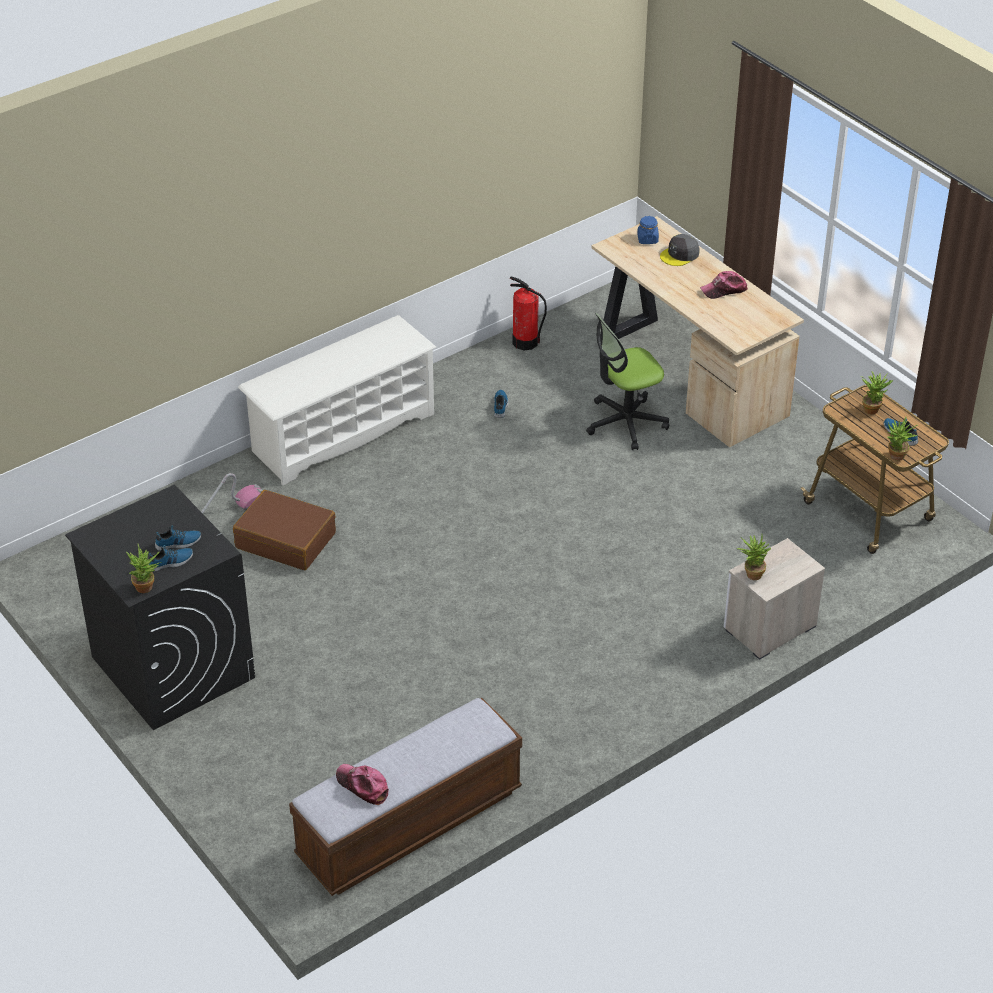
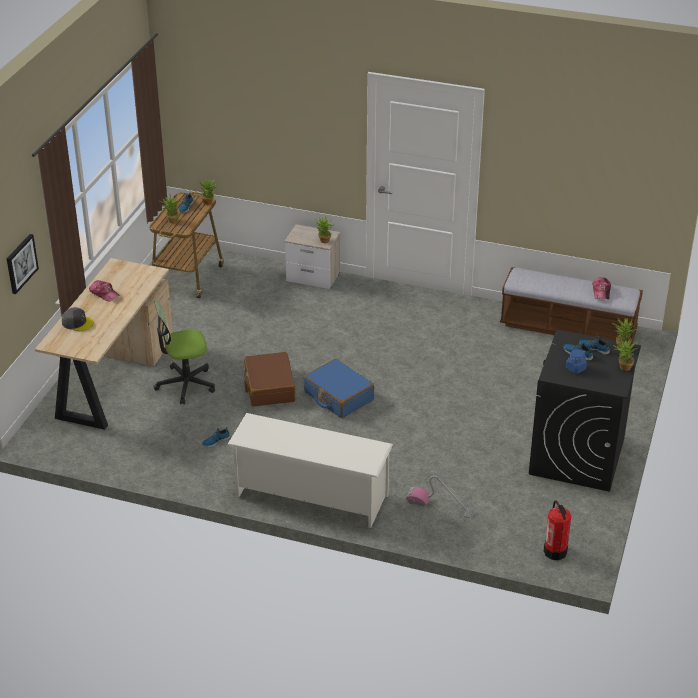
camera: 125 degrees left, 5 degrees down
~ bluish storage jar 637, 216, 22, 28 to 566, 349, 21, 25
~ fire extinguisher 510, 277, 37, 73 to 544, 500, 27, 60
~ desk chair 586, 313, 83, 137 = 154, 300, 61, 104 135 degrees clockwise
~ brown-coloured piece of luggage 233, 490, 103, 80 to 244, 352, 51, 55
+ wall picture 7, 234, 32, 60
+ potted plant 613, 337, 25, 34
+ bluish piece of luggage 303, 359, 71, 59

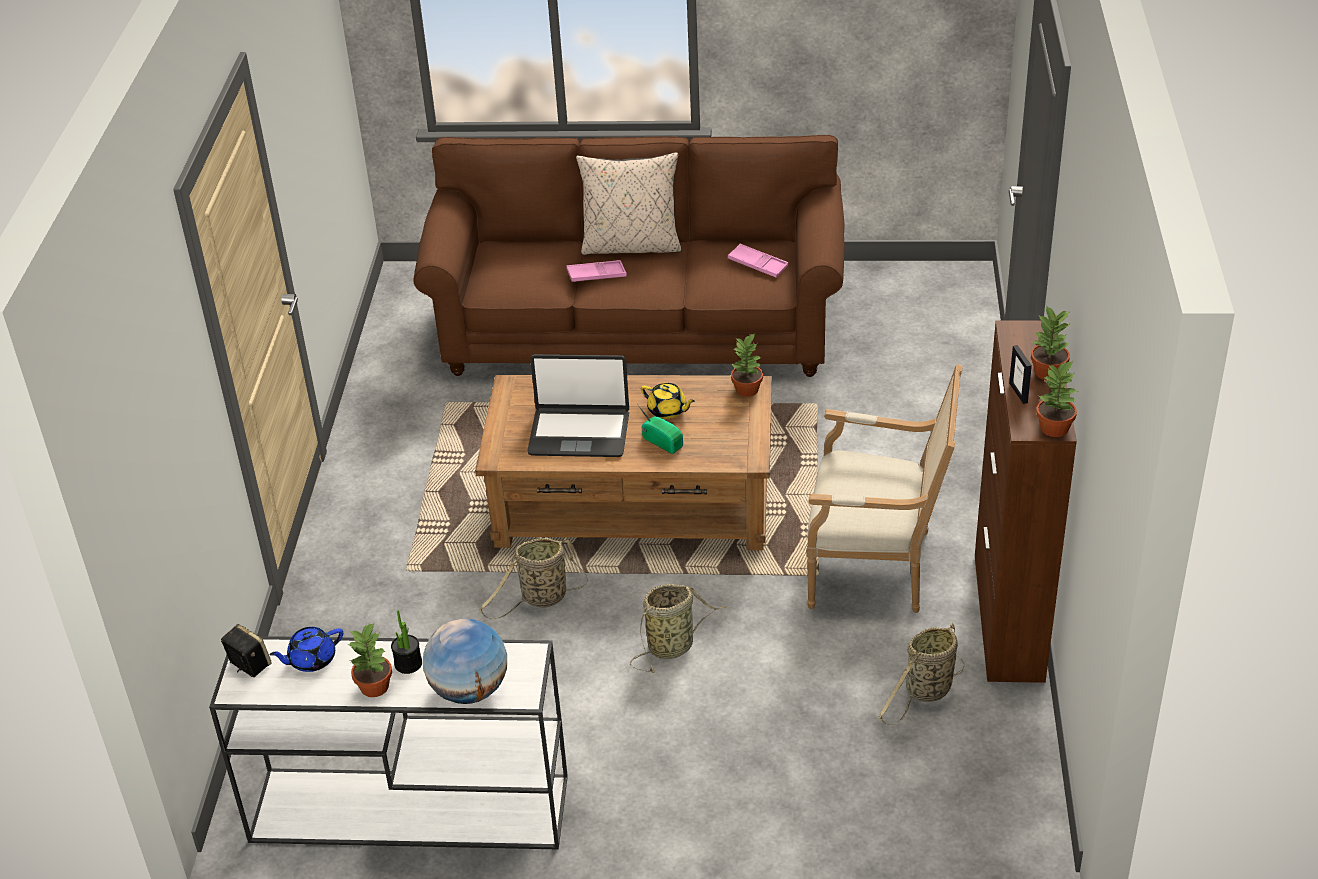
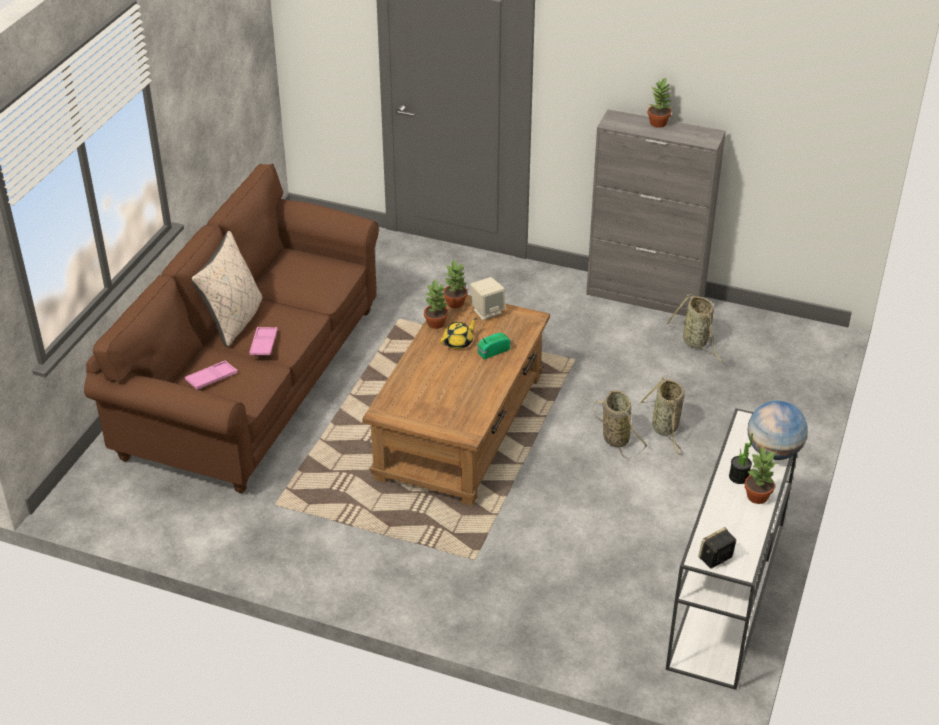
camera: 75 degrees left, 0 degrees up
~ pink serving tray 728, 244, 60, 34 to 185, 360, 53, 30
~ brown-coloured storage cabinet 975, 321, 102, 362 to grey storage cabinet 586, 109, 140, 207
- photo frame 1009, 345, 23, 59
- portable computer 527, 354, 102, 103
~ potted plant 1036, 361, 42, 76 to 424, 280, 24, 49
- easy chair 807, 364, 156, 249
~ basket 479, 538, 109, 81 to 639, 376, 45, 79
- bluish teapot 269, 627, 74, 45
+ sand-coloured speaker 470, 277, 35, 43

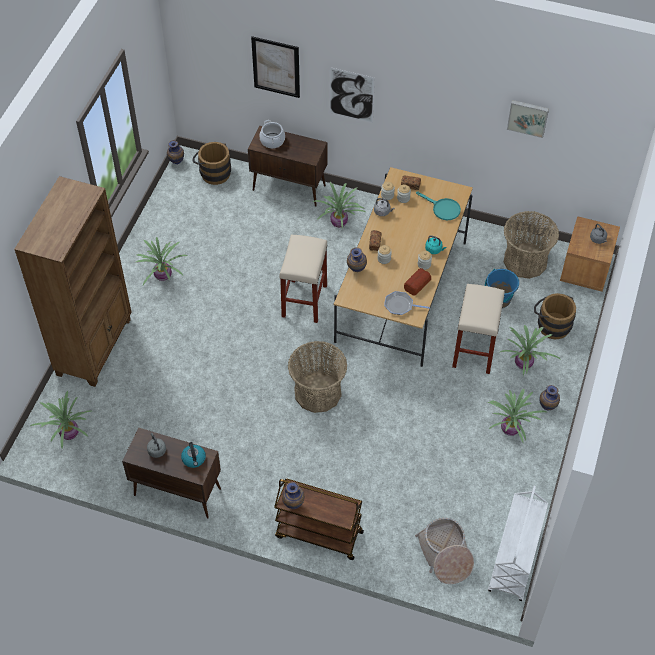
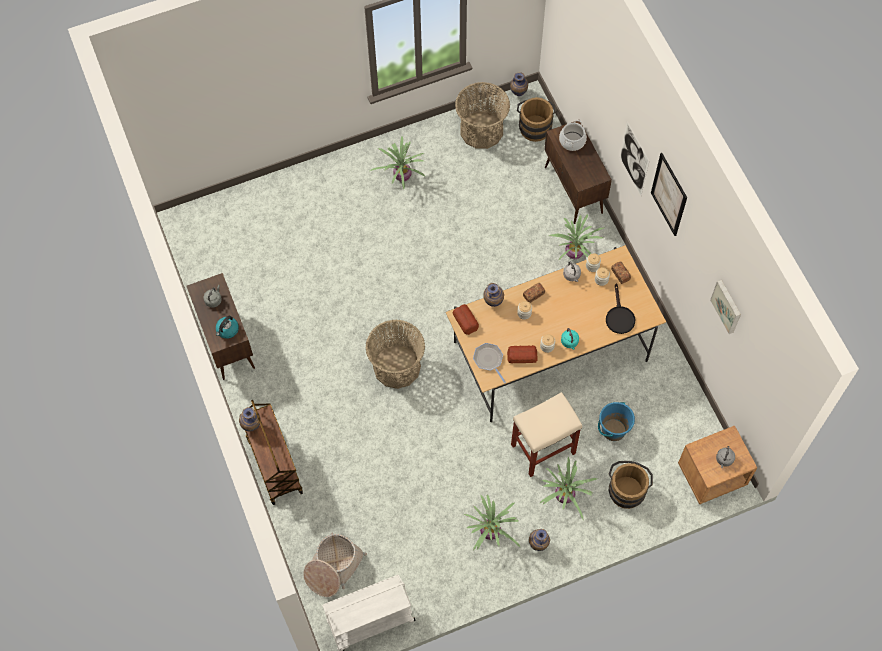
camera: 50 degrees right, 10 degrees up
~ wall picture 251, 36, 49, 62 to 651, 153, 36, 83
- brown-coloured shelving unit 14, 176, 118, 211
~ turquoise-coloured frying pan 416, 192, 45, 28 to black frying pan 606, 284, 29, 50
~ basket 504, 211, 55, 68 to 455, 82, 55, 67
- sand-coloured stool seat 279, 234, 49, 89
- potted plant 30, 391, 61, 57
+ bakery bread 453, 304, 26, 31

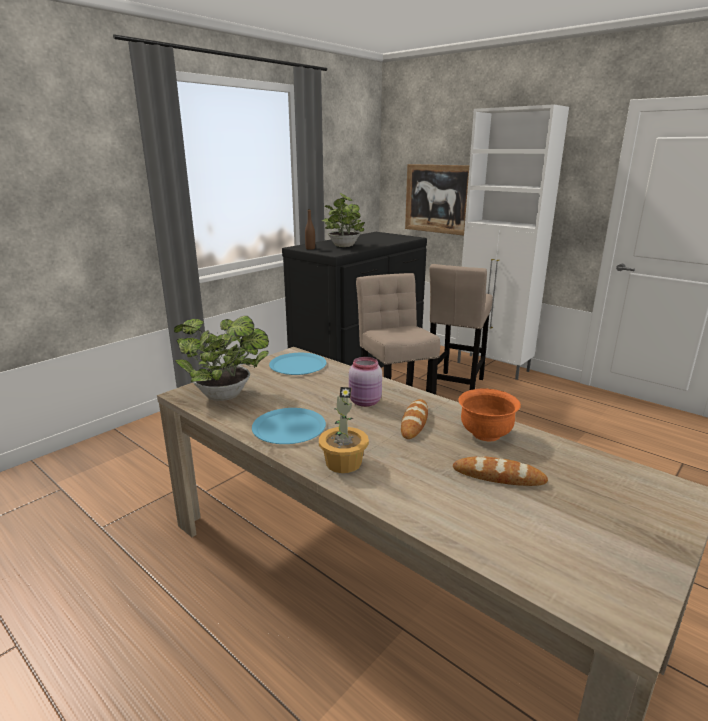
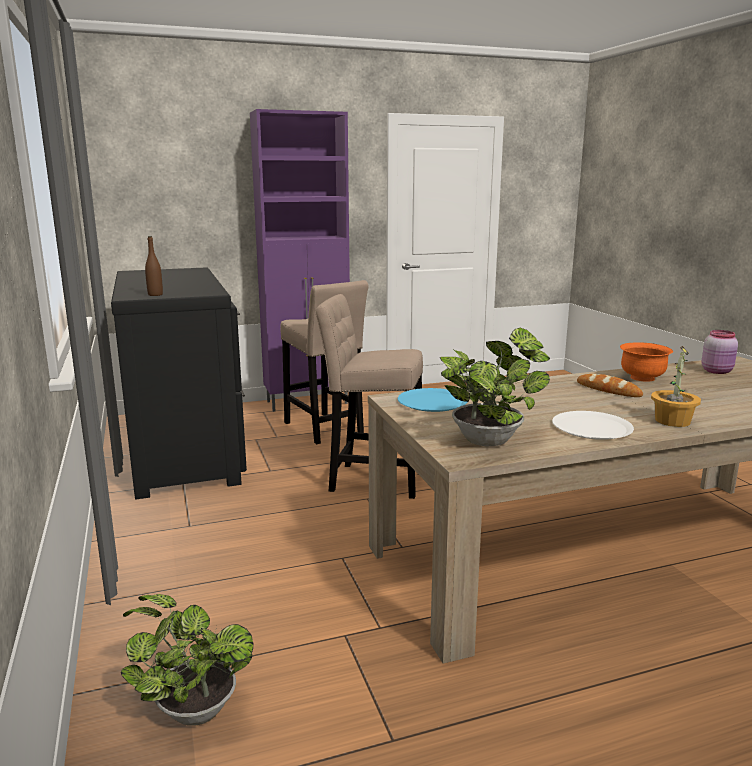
camera: 60 degrees left, 5 degrees down
~ white-coloured storage cabinet 456, 104, 113, 276 to purple-coloured storage cabinet 250, 109, 100, 303
- wall picture 405, 164, 64, 72
~ potted plant 321, 193, 44, 54 to 121, 594, 133, 132
~ pink storage jar 349, 357, 33, 50 to 701, 330, 37, 44
~ bluish dinner plate 252, 408, 74, 36 to white-coloured dinner plate 552, 411, 82, 29
- bakery bread 453, 456, 95, 30

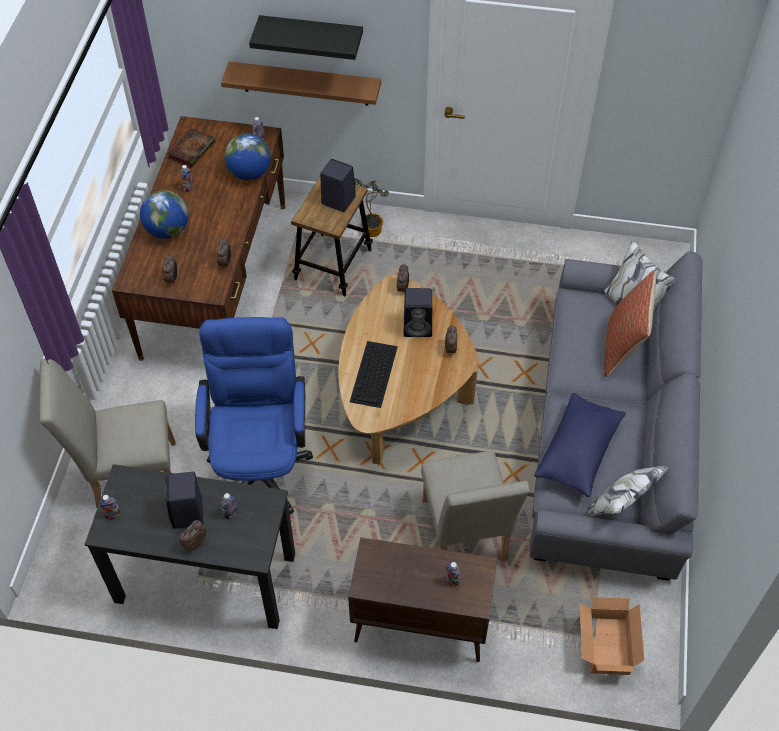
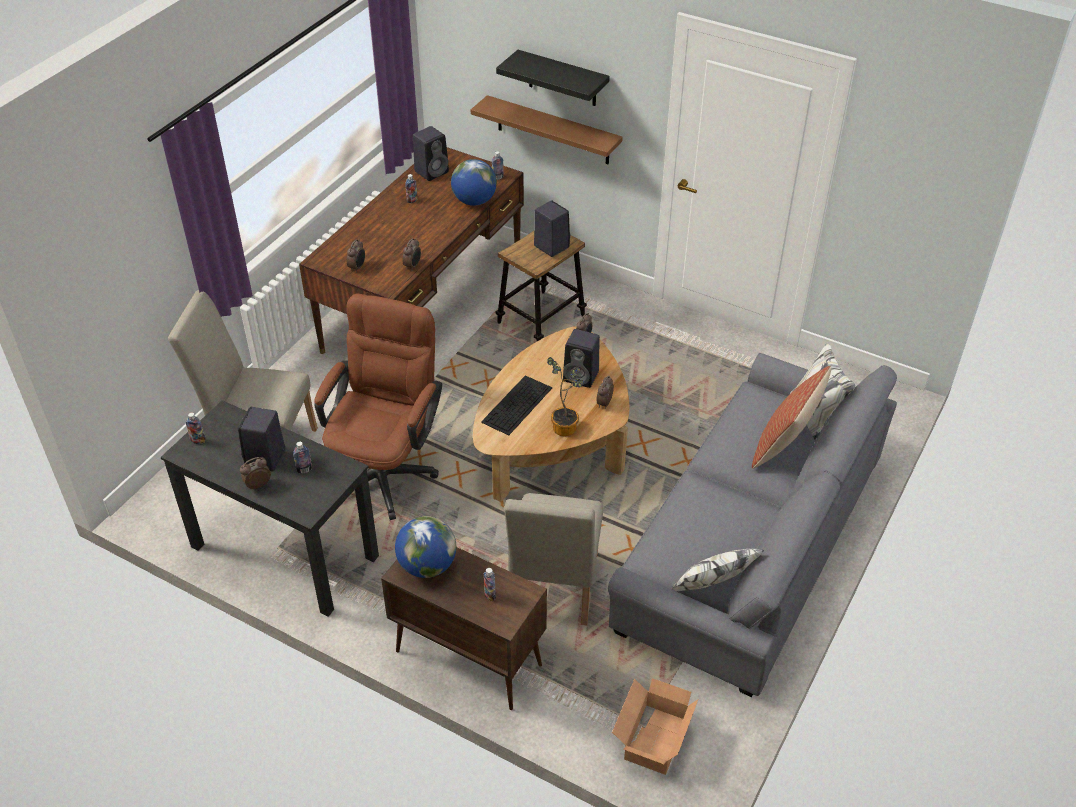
camera: 20 degrees right, 10 degrees down
~ volume 168, 128, 47, 40 to black speaker 413, 126, 36, 55
~ potted plant 354, 178, 35, 59 to 547, 357, 37, 80
~ desk globe 140, 190, 49, 49 to 395, 516, 61, 62
~ bluish desk chair 195, 317, 118, 197 to brown-coloured desk chair 314, 293, 128, 227
- bluish throw pillow 534, 393, 92, 104

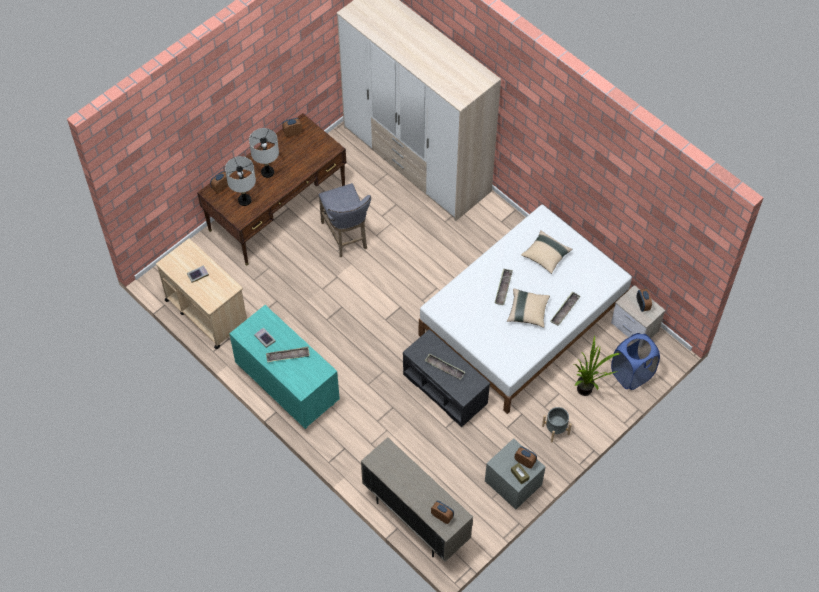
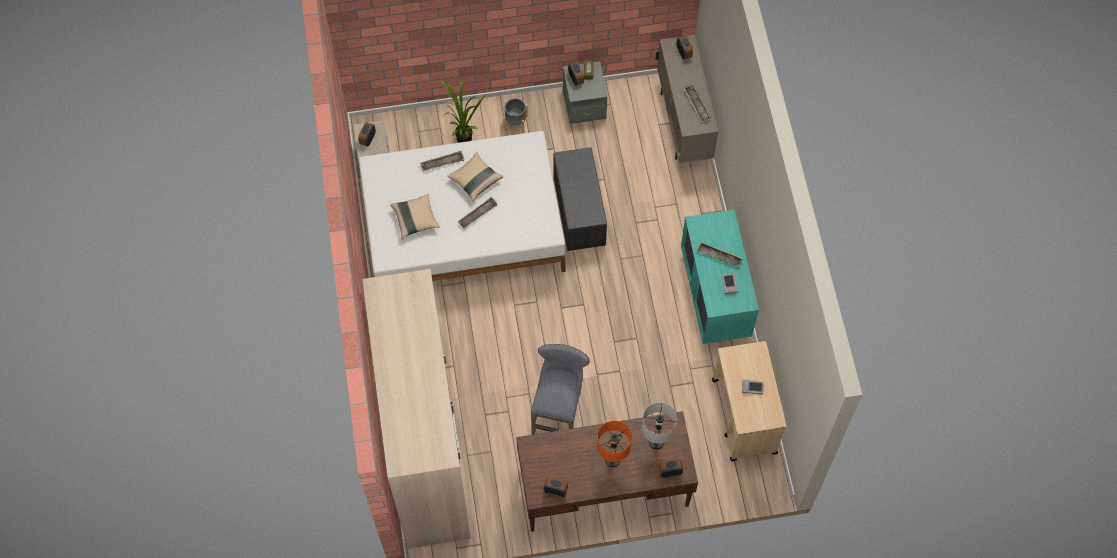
camera: 145 degrees left, 5 degrees up
~ grey tabletop lamp 249, 128, 30, 50 to orange tabletop lamp 597, 421, 35, 46
- bluish hamper 611, 333, 49, 57
~ serving tray 424, 353, 42, 27 to 684, 85, 28, 38

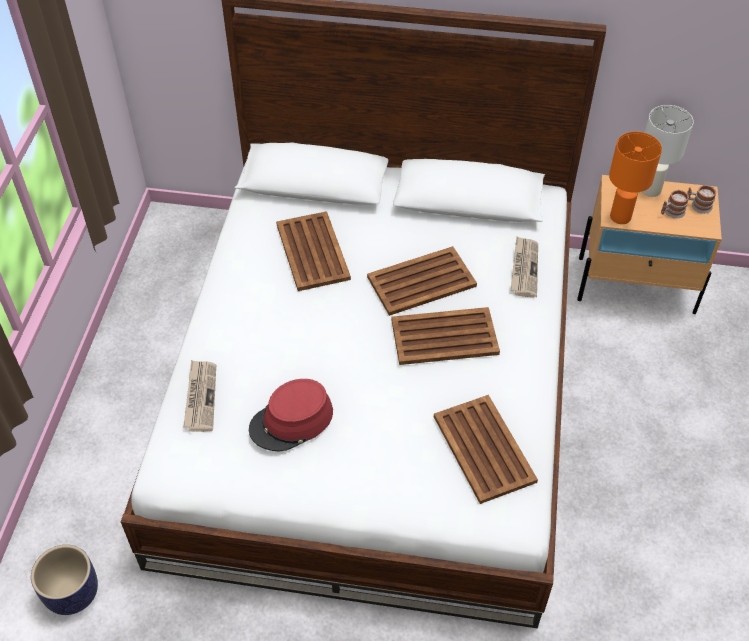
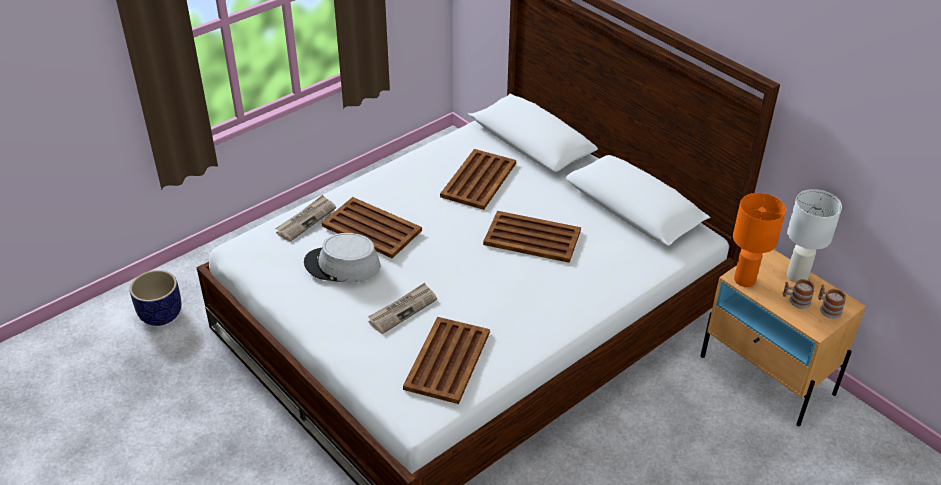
camera: 40 degrees right, 10 degrees down
~ newspaper 510, 237, 28, 60 to 368, 283, 69, 51
~ brown-coloured serving tray 391, 307, 109, 58 to 322, 197, 100, 61
~ reddish hat 249, 379, 84, 72 to grey hat 304, 233, 76, 50

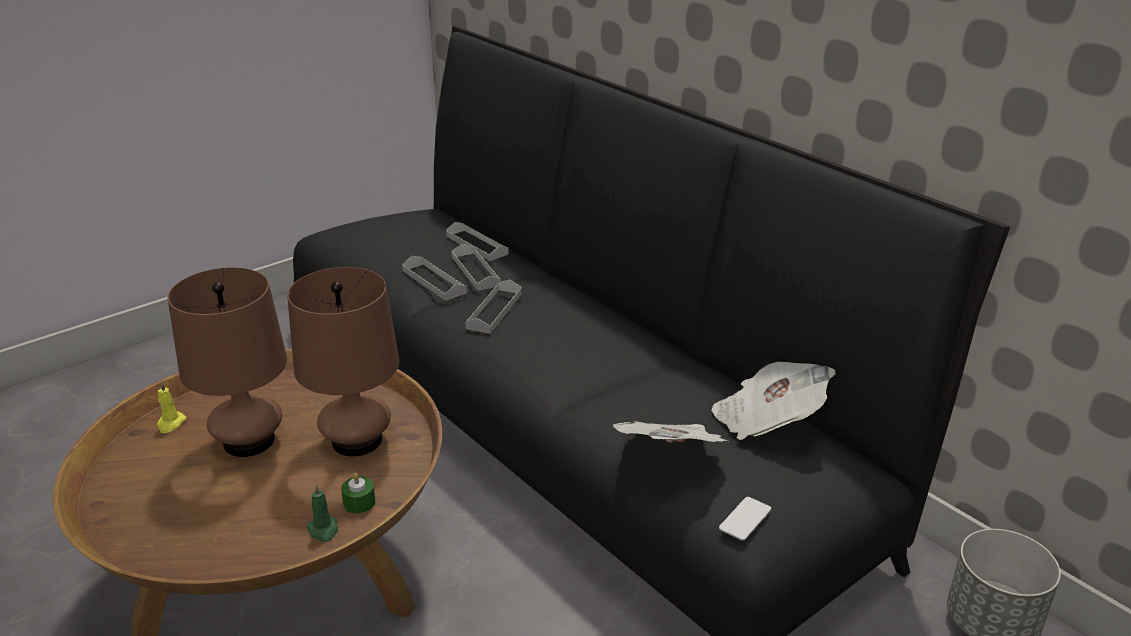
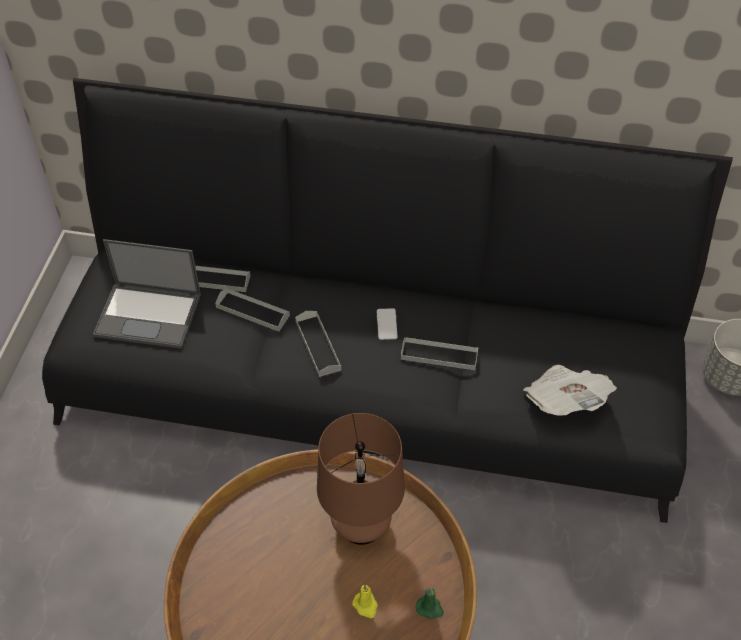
camera: 40 degrees left, 20 degrees up
~ grey serving tray 402, 256, 65, 45 to 401, 337, 77, 33
- brown-coloured tabletop lamp 168, 267, 119, 190
- newspaper 711, 362, 125, 78
~ yellow wax light 157, 381, 29, 52 to 352, 585, 26, 33
- greenish wax light 341, 473, 35, 41
~ handset 719, 497, 52, 44 to 377, 308, 21, 32
+ portable computer 93, 239, 108, 110

